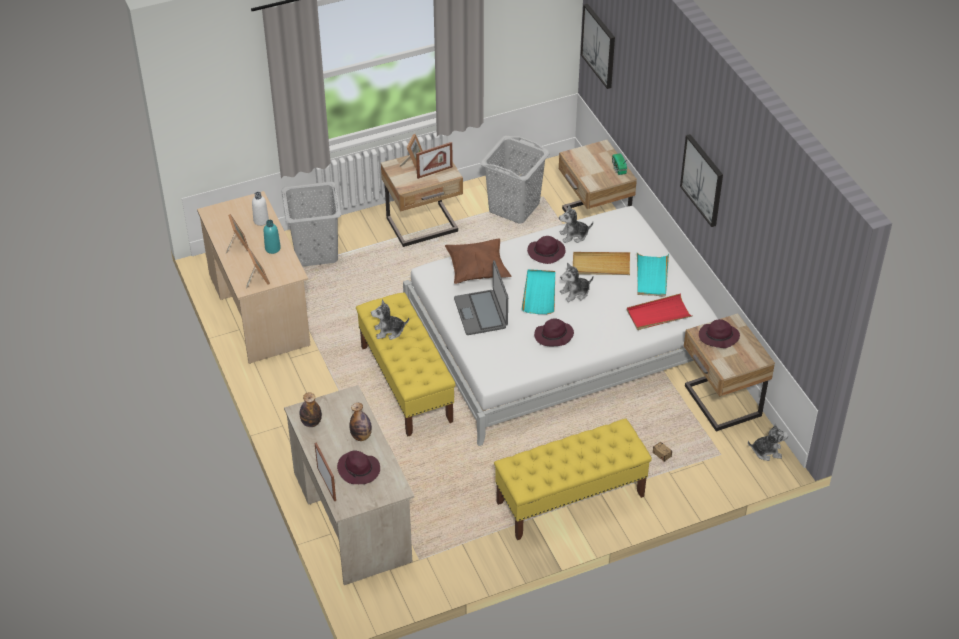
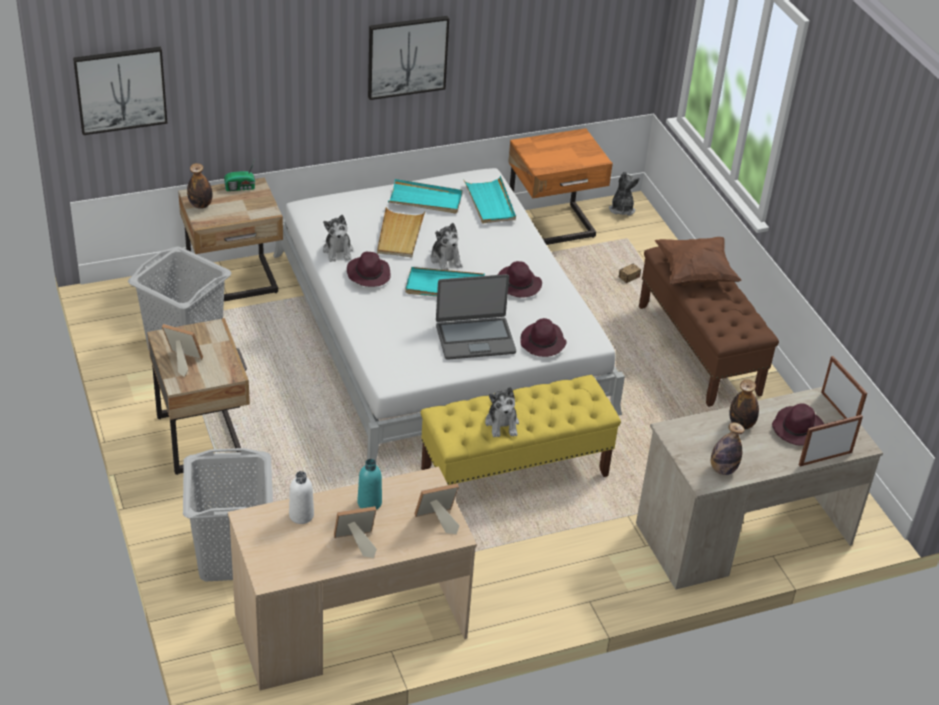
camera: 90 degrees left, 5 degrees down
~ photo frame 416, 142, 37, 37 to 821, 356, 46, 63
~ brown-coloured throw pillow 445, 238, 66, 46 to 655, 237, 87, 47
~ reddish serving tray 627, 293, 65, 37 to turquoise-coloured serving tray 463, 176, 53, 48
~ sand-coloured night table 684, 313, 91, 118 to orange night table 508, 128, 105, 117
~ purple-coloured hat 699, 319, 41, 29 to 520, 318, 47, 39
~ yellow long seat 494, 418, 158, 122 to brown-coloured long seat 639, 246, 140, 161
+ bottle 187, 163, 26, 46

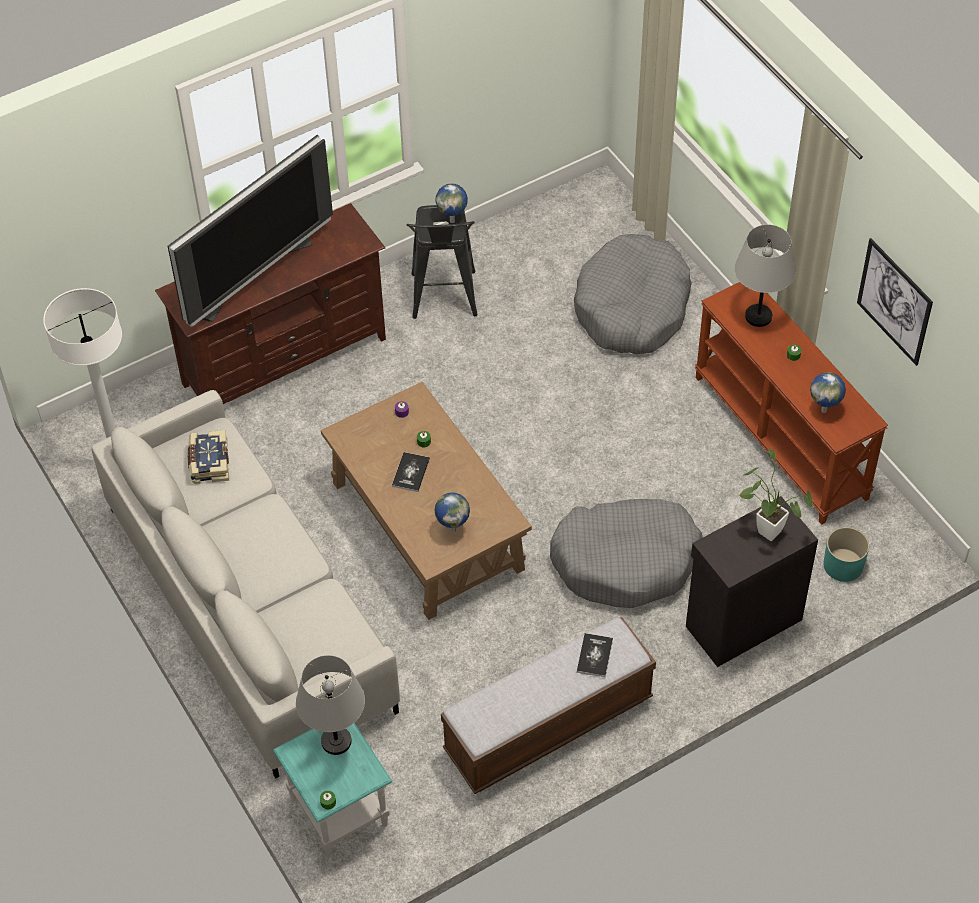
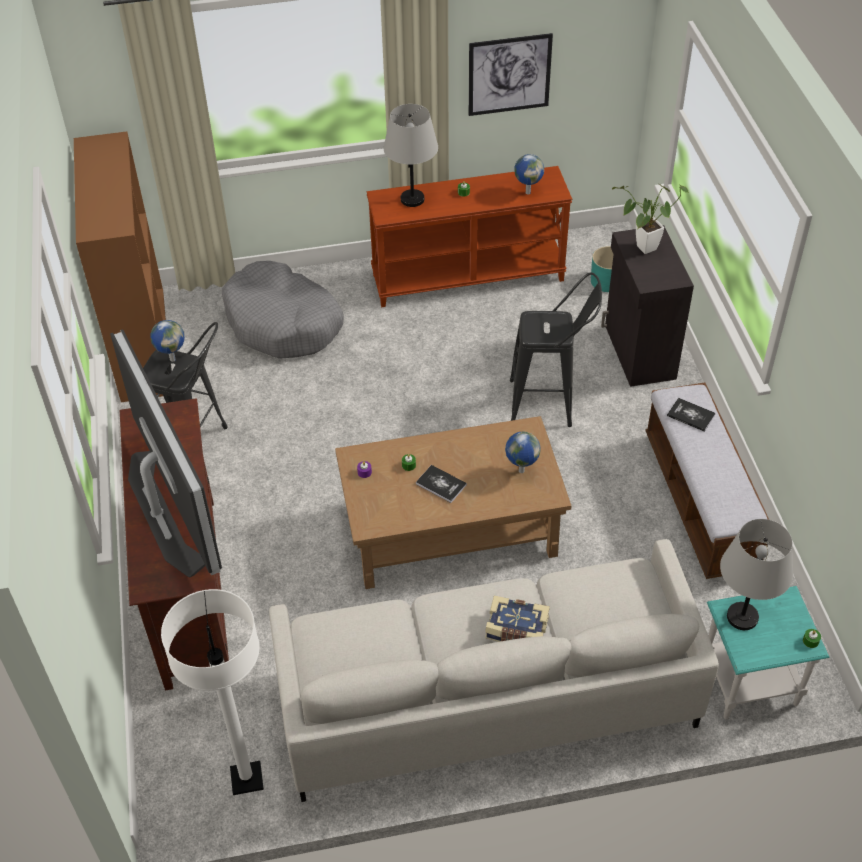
camera: 70 degrees left, 5 degrees down
~ volume 188, 430, 41, 54 to 485, 596, 65, 46
~ grey dog bed 550, 499, 152, 109 to black stool seat 510, 272, 92, 155
+ brown-coloured shelving unit 74, 131, 92, 271

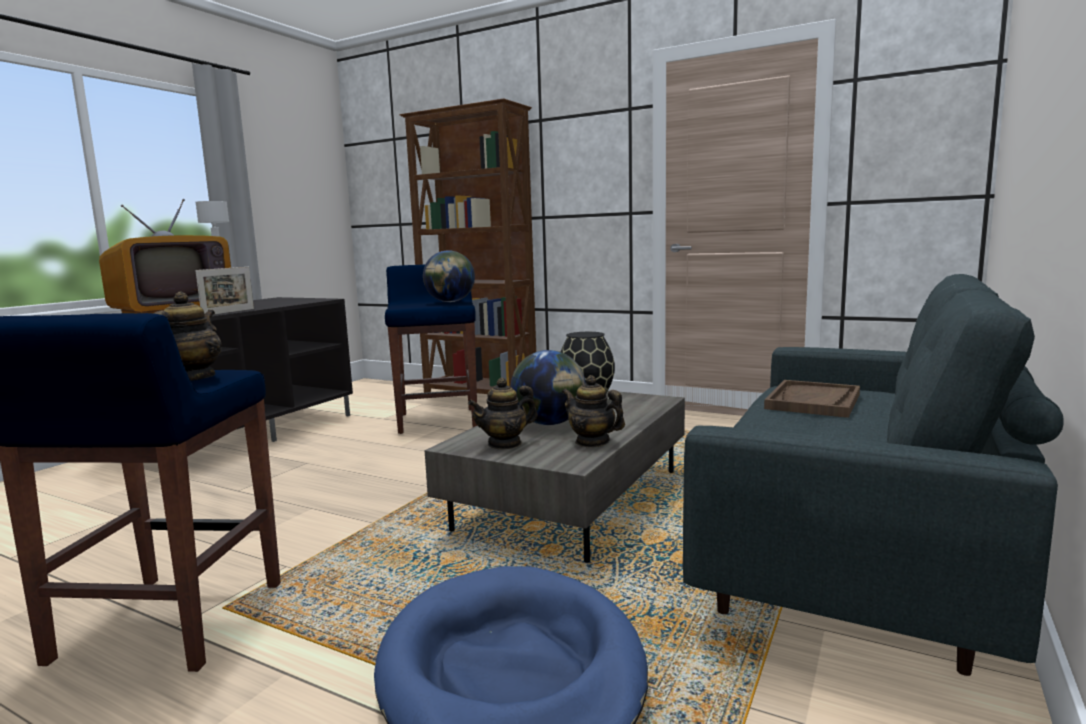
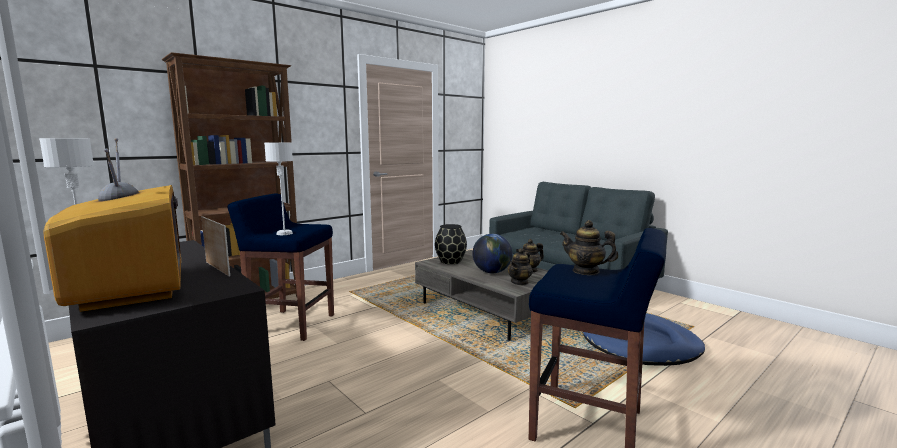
camera: 70 degrees left, 0 degrees up
- desk globe 423, 250, 52, 52
~ teapot 468, 378, 70, 72 = 508, 248, 25, 37 45 degrees clockwise
- brown-coloured serving tray 764, 380, 96, 38
+ grey tabletop lamp 264, 142, 29, 93

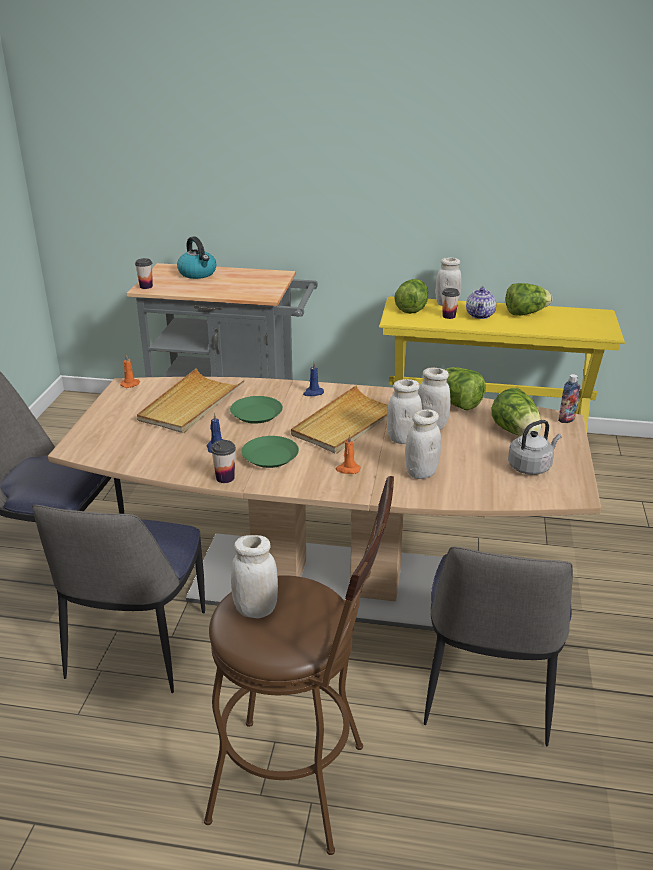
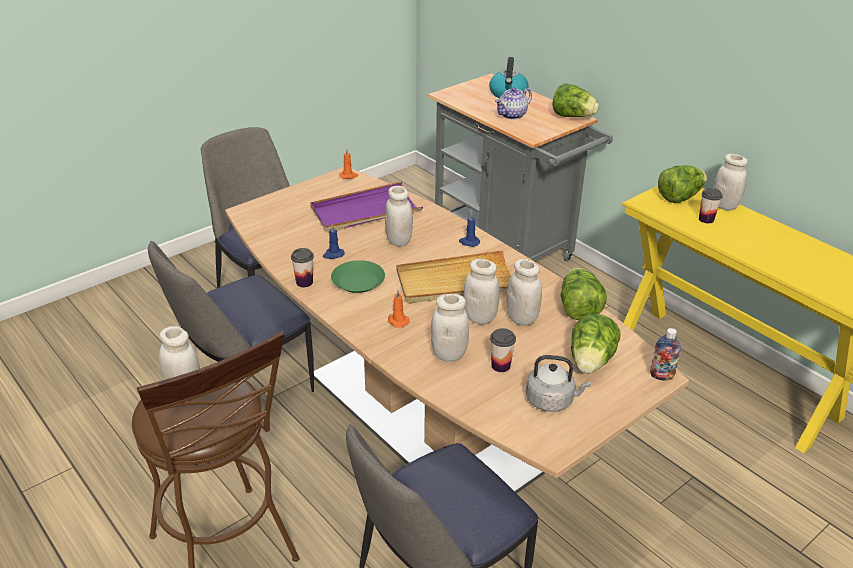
camera: 40 degrees right, 5 degrees up
~ small cup 135, 258, 18, 31 to 490, 328, 26, 44
~ lettuce head 506, 283, 46, 33 to 553, 83, 46, 34
~ teapot 466, 286, 30, 33 to 495, 87, 37, 32
~ sand-coloured serving tray 137, 368, 108, 65 to purple-coloured serving tray 310, 181, 113, 52
~ greenish dinner plate 230, 396, 53, 28 to white-coloured storage jar 385, 186, 28, 60

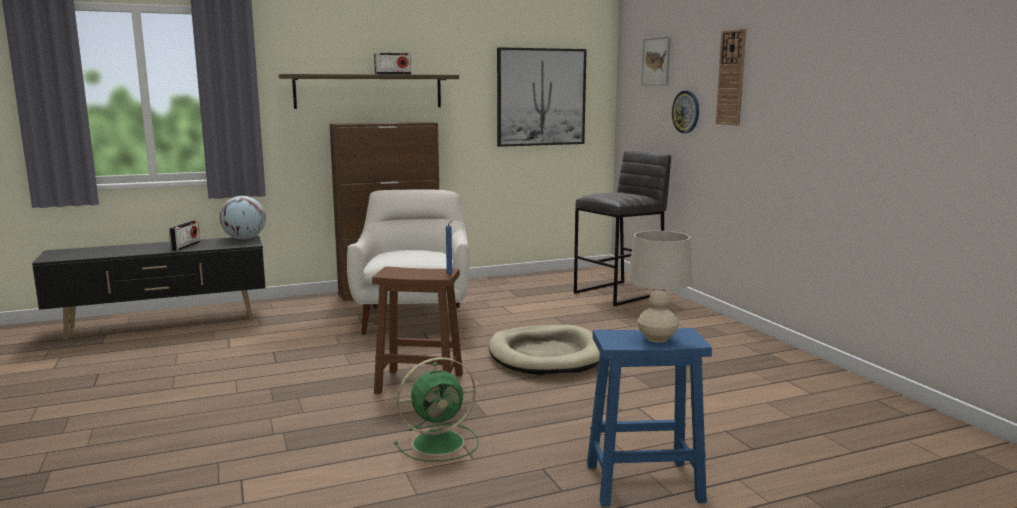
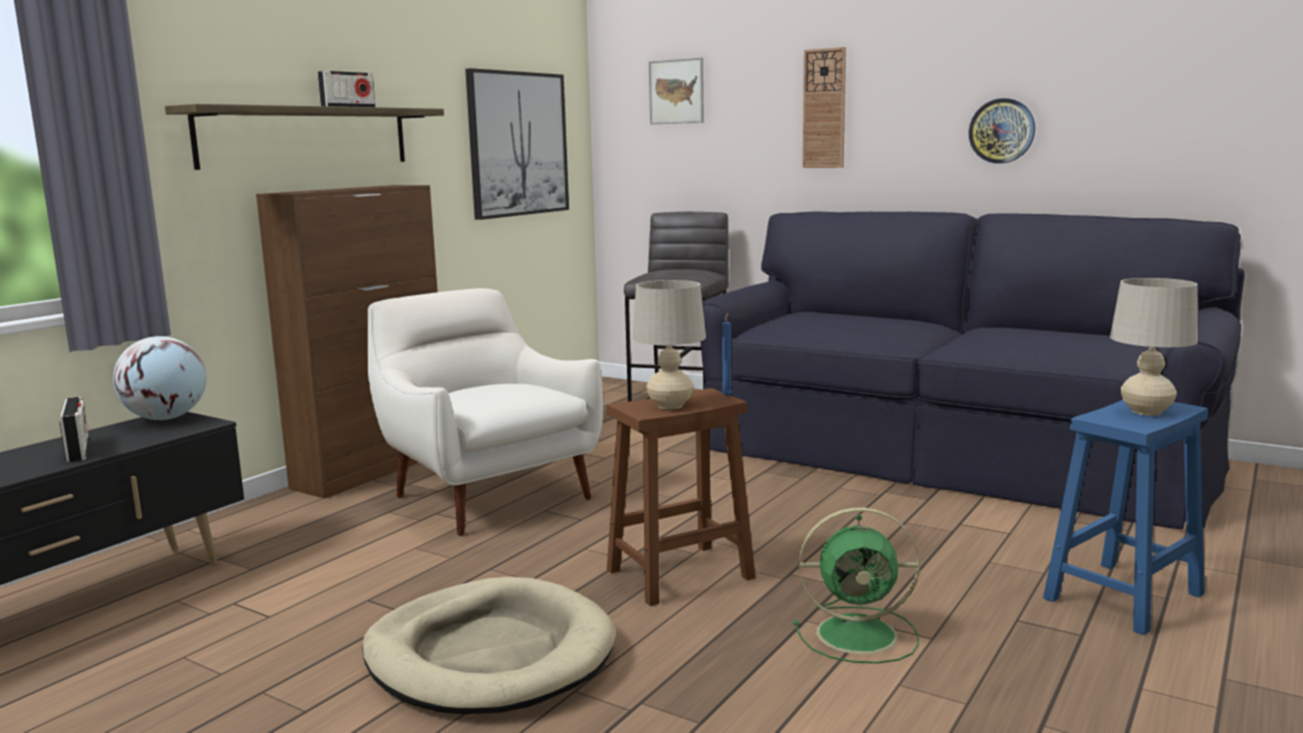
camera: 35 degrees left, 0 degrees up
~ hanging clock 672, 91, 27, 42 to 969, 98, 66, 66
~ sand-coloured dog bed 489, 325, 111, 50 to 362, 577, 254, 137
~ greenish fan 394, 357, 85, 105 = 793, 508, 127, 155 60 degrees clockwise
+ black settee 700, 211, 545, 318
+ sand-coloured tabletop lamp 632, 280, 74, 129

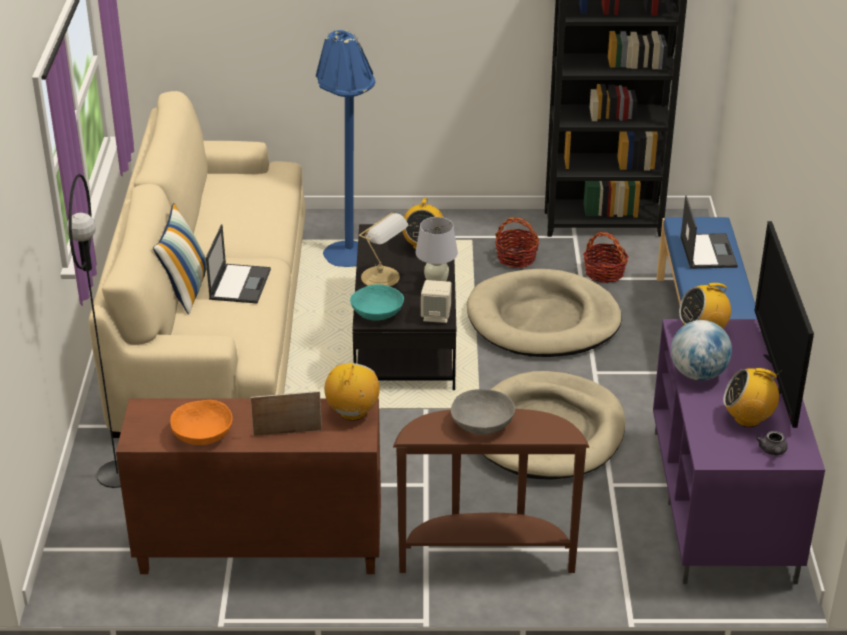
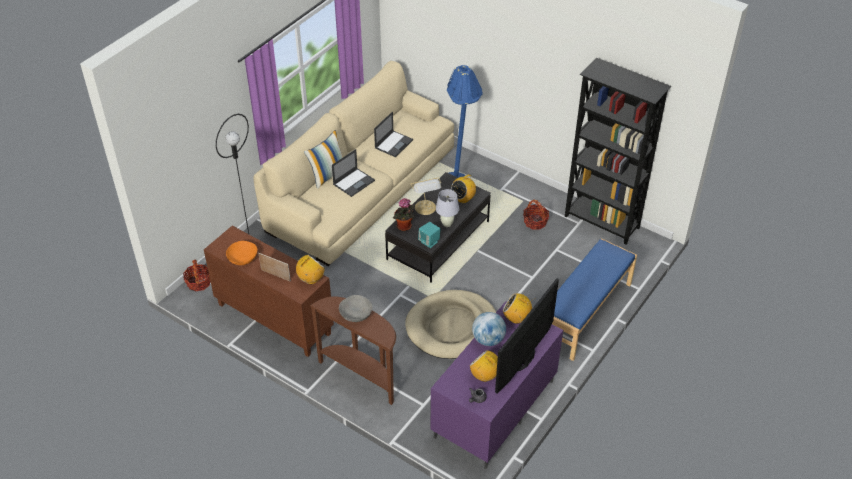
camera: 35 degrees right, 10 degrees up
~ portable computer 680, 196, 58, 73 to 374, 112, 39, 45
~ basket 583, 232, 46, 51 to 183, 259, 28, 32
- sand-coloured dog bed 467, 269, 155, 88
~ sand-coloured speaker 421, 280, 31, 43 to turquoise-coloured speaker 418, 222, 22, 26
~ turquoise-coloured serving bowl 350, 284, 54, 37 to potted plant 393, 198, 21, 33

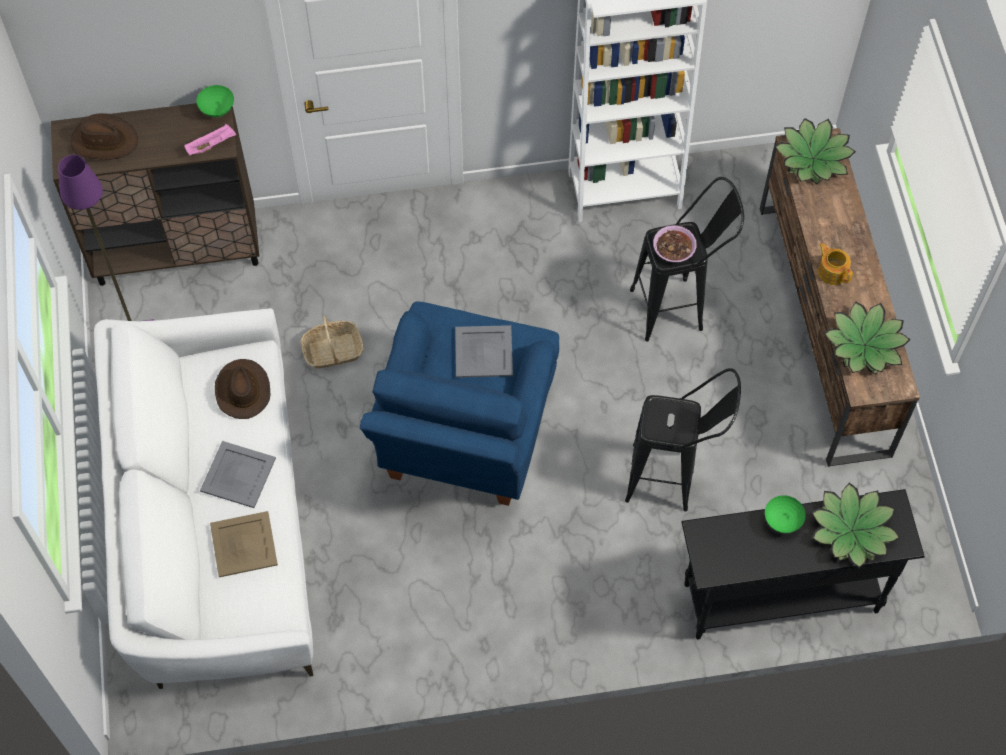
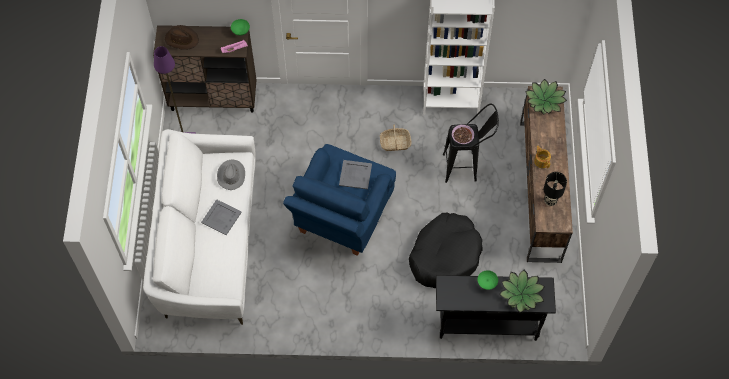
camera: 10 degrees right, 0 degrees up
~ potted plant 824, 301, 87, 73 to black tabletop lamp 544, 172, 23, 34
~ basket 301, 315, 63, 54 to 380, 124, 32, 27
~ brown-coloured hat 215, 359, 55, 60 to grey hat 217, 159, 28, 31
~ black stool seat 625, 368, 116, 143 to black dog bed 409, 213, 74, 75
- sand-coloured serving tray 210, 511, 68, 66

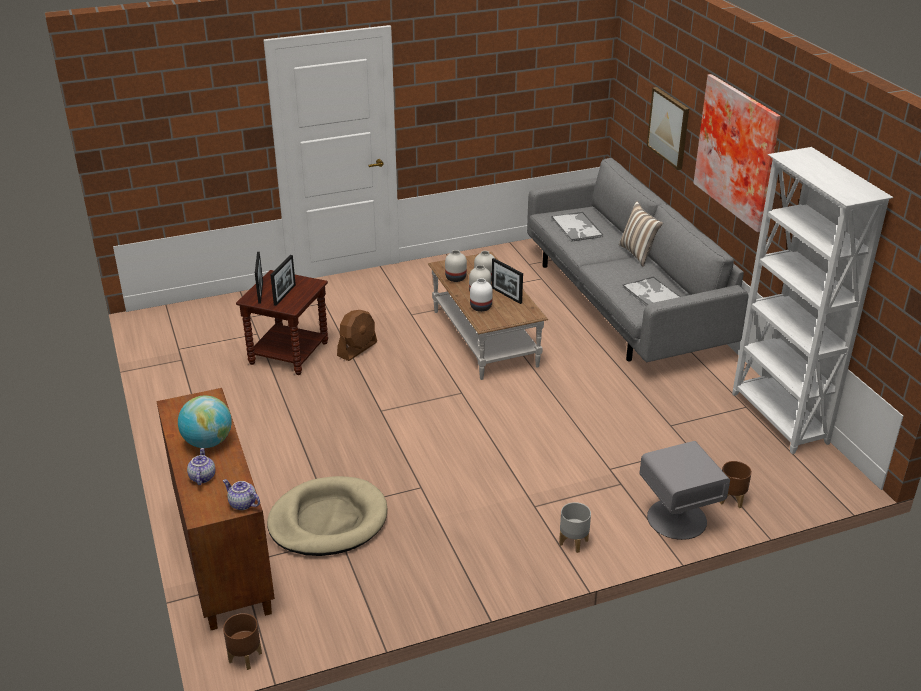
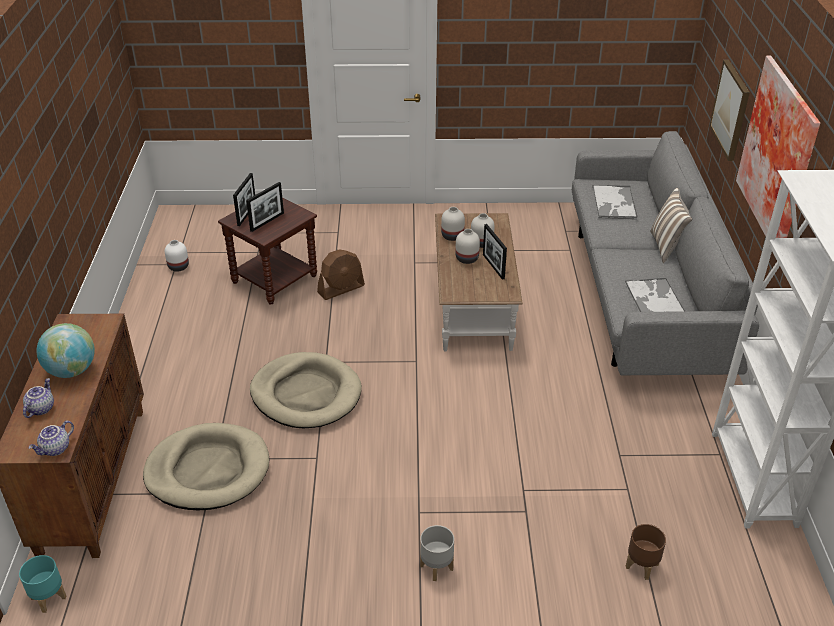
camera: 20 degrees right, 5 degrees up
~ white-coloured decorative vase 470, 278, 23, 34 to 165, 240, 24, 32
- grey night table 639, 441, 91, 99
~ teapot 223, 479, 37, 31 = 29, 421, 45, 35 105 degrees counterclockwise
~ brown-coloured flower pot 223, 613, 39, 57 to turquoise-coloured flower pot 19, 555, 47, 58
+ sand-coloured dog bed 250, 352, 112, 76

